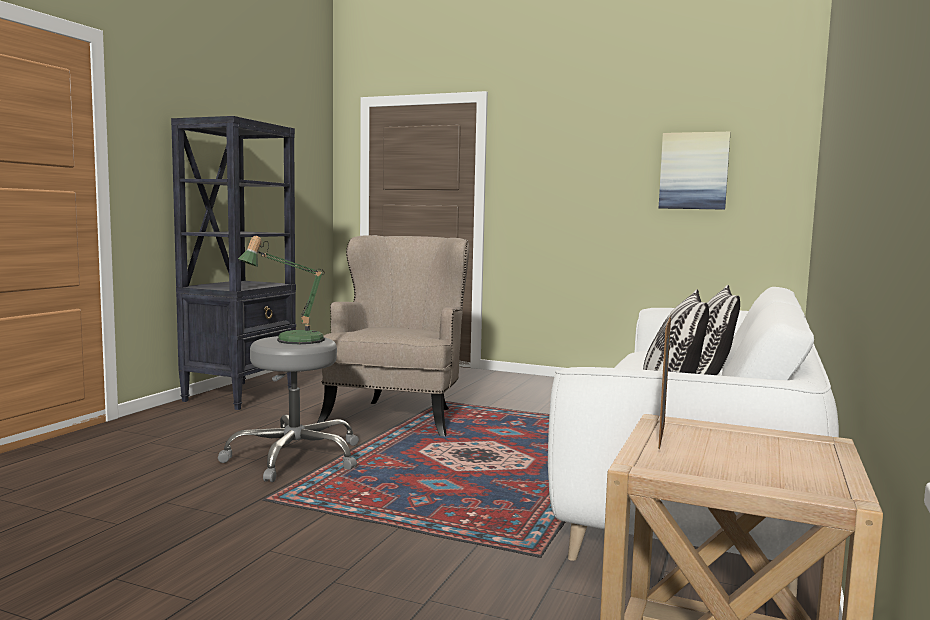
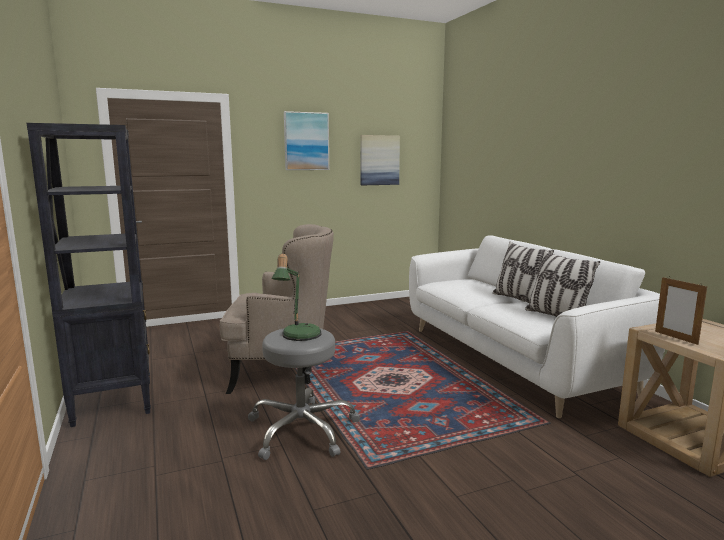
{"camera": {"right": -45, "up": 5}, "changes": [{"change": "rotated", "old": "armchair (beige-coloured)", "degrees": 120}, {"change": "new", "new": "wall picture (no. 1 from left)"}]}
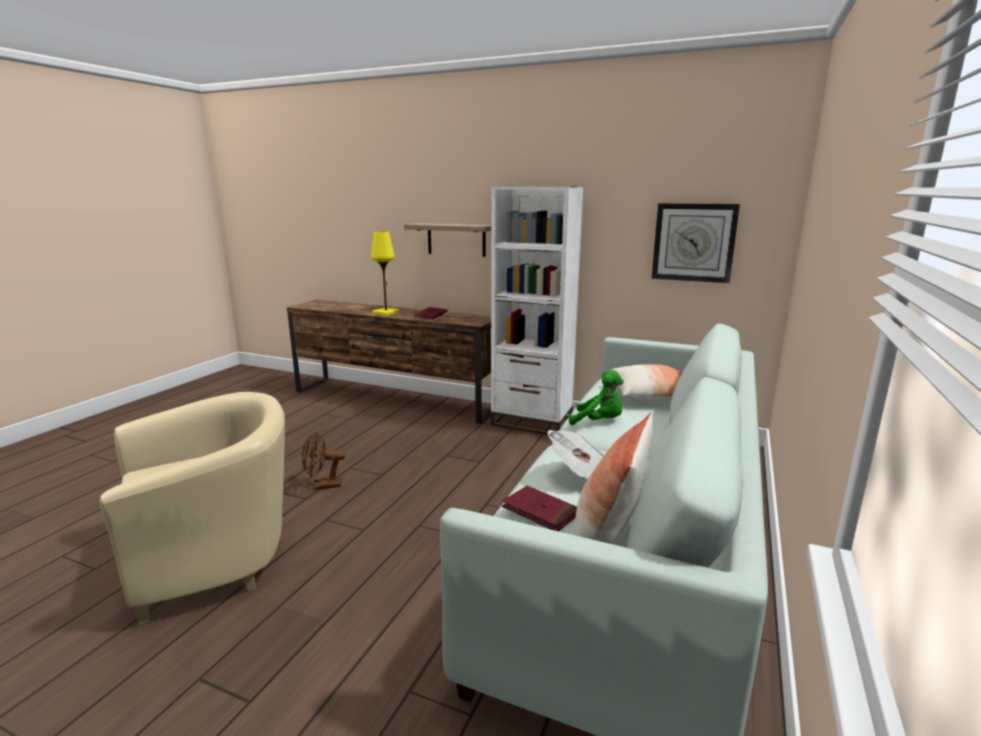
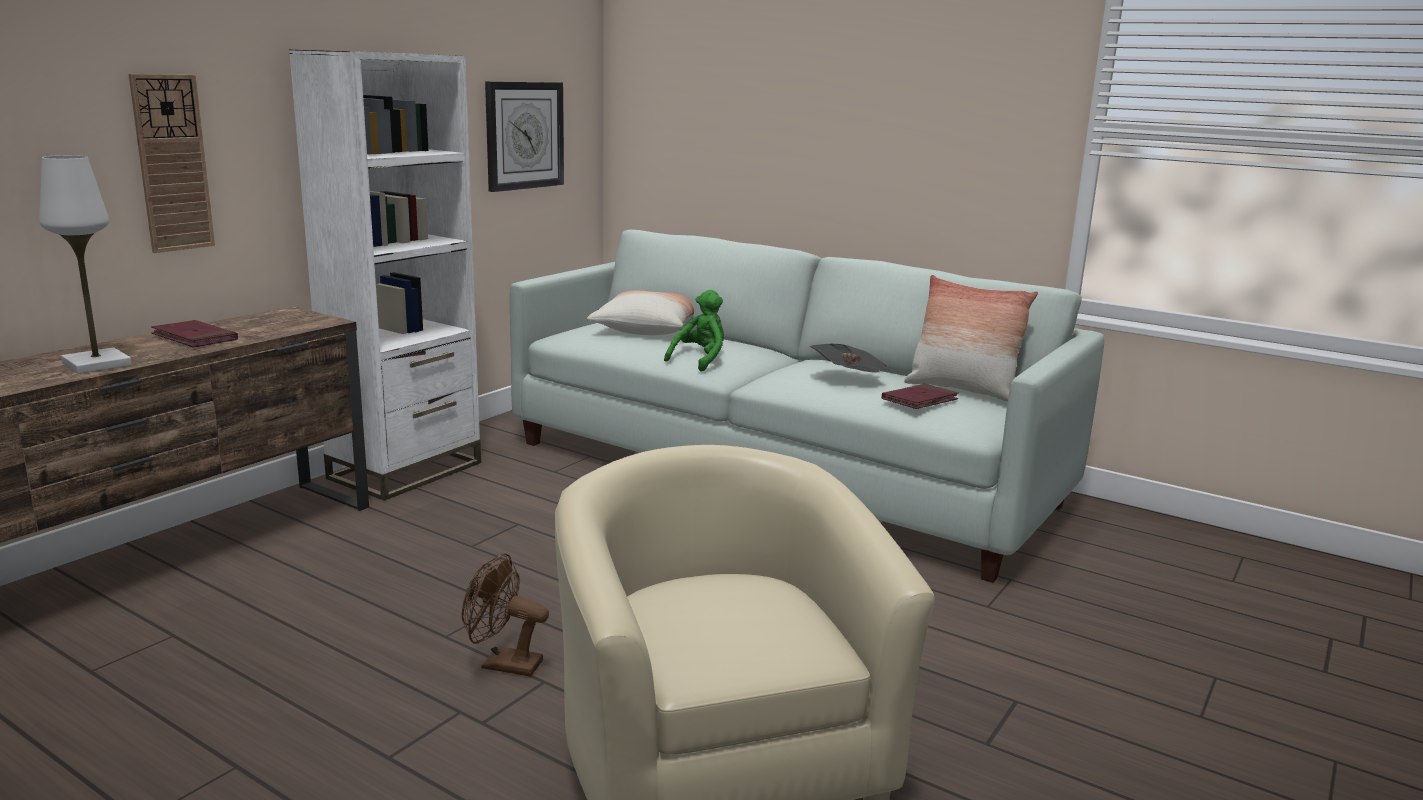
{"camera": {"right": -80, "up": 0}, "changes": [{"change": "rotated", "old": "electric fan (brown-coloured)", "degrees": 105}, {"change": "repainted", "old": "table lamp (yellow-coloured)", "new": "table lamp (whitish)"}, {"change": "swapped", "old": "shelf", "new": "hanging clock (no. 1 from left)"}]}
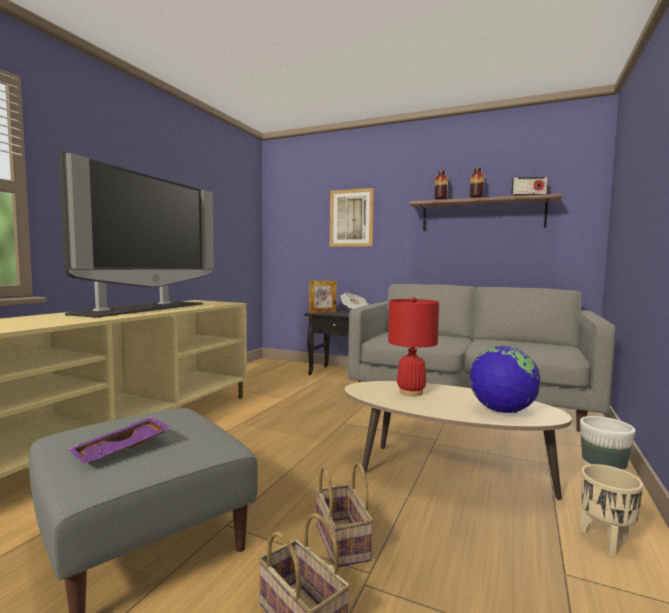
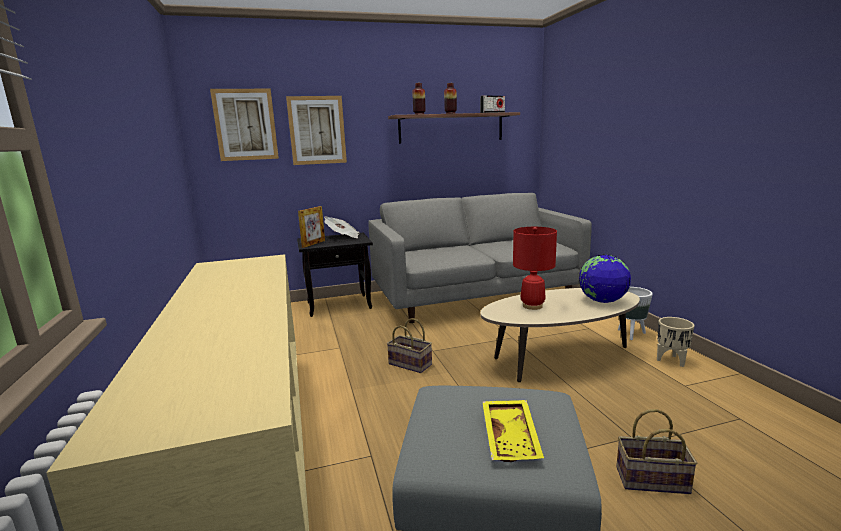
{"camera": {"right": -40, "up": 10}, "changes": [{"change": "gone", "old": "television"}, {"change": "repainted", "old": "tray (purplish)", "new": "tray (yellow-coloured)"}, {"change": "shifted", "old": "basket (no. 2 from left in the first image)", "new": "basket (no. 1 from left)"}, {"change": "new", "new": "wall picture (no. 1 from left)"}]}
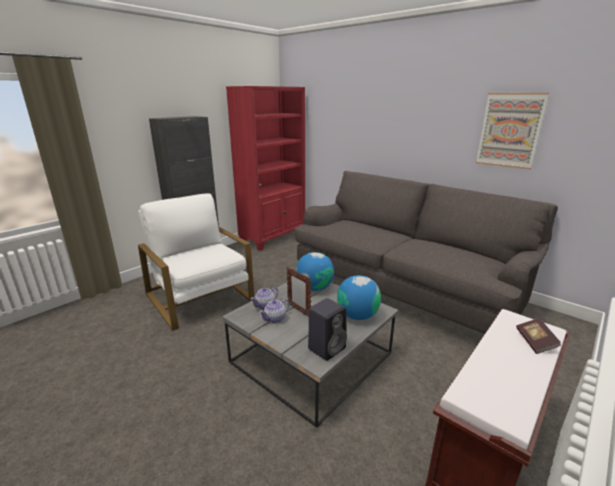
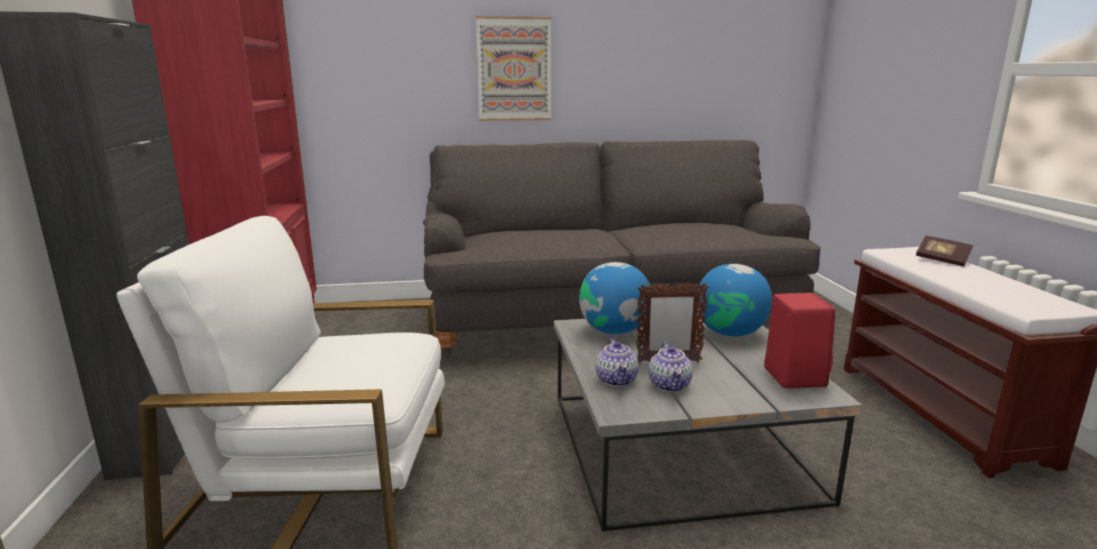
{"camera": {"right": -50, "up": -5}, "changes": [{"change": "repainted", "old": "speaker (black)", "new": "speaker (red)"}, {"change": "shifted", "old": "wall picture"}]}
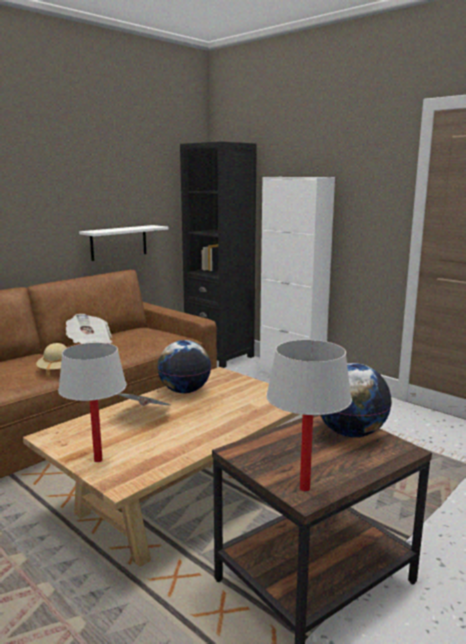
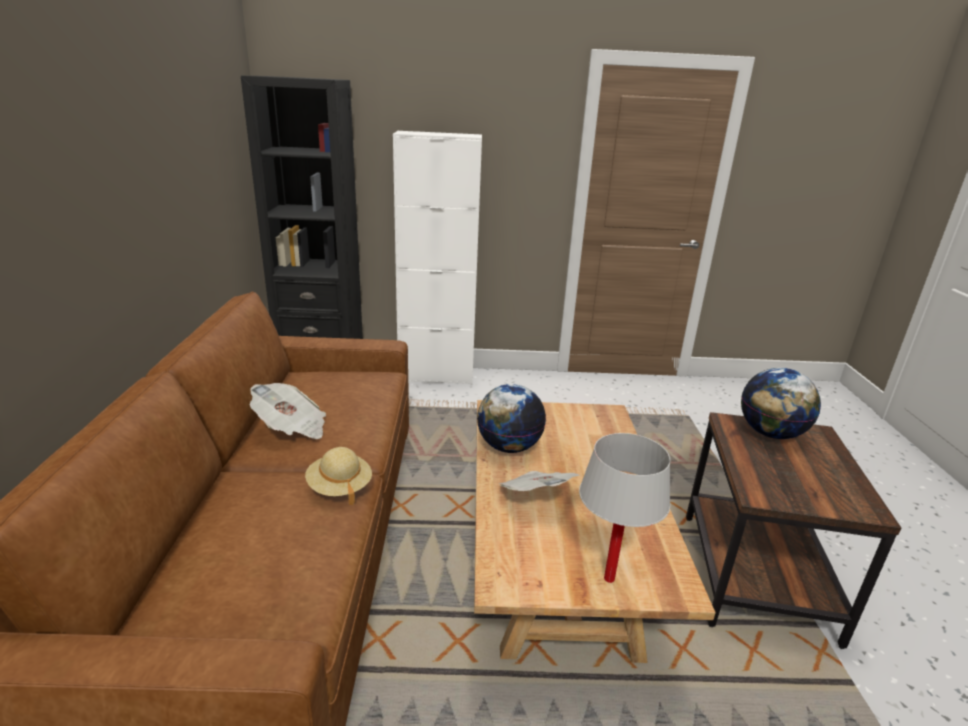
{"camera": {"right": -45, "up": 10}, "changes": [{"change": "gone", "old": "shelf (whitish)"}, {"change": "gone", "old": "table lamp (whitish) (no. 2 from left)"}]}
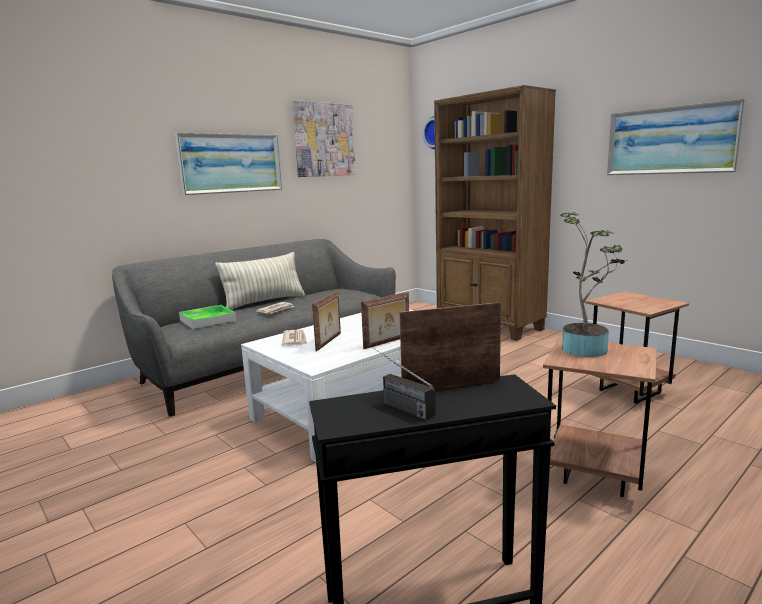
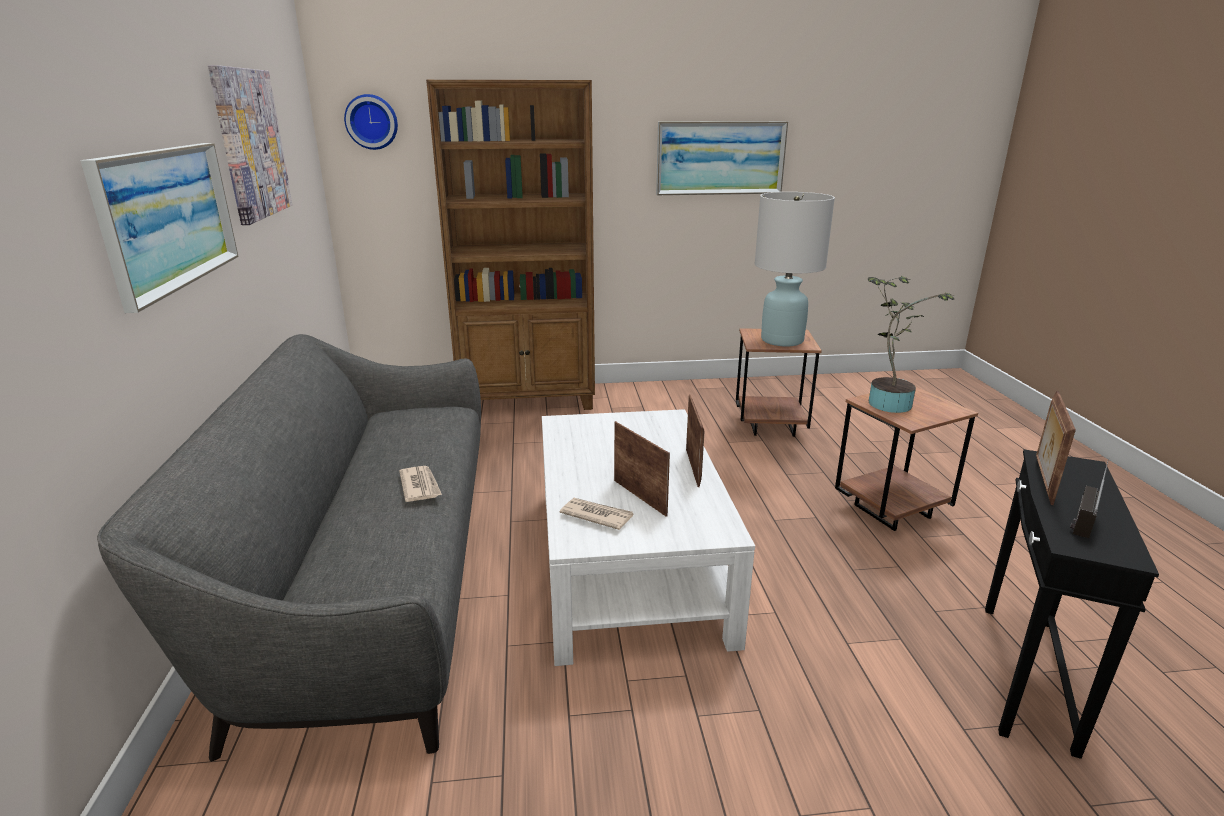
{"camera": {"right": -55, "up": 10}, "changes": [{"change": "gone", "old": "tray"}, {"change": "gone", "old": "pillow"}, {"change": "rotated", "old": "radio receiver", "degrees": 135}, {"change": "new", "new": "table lamp (whitish)"}]}
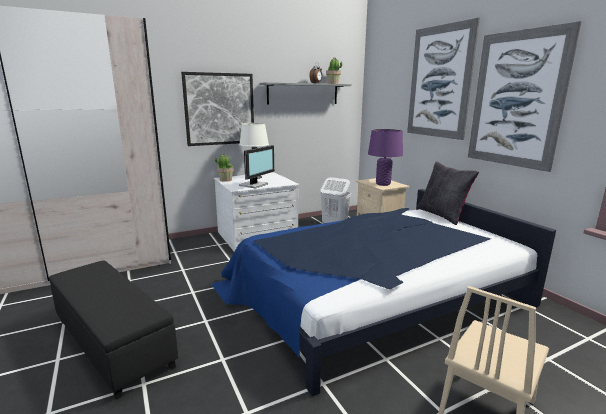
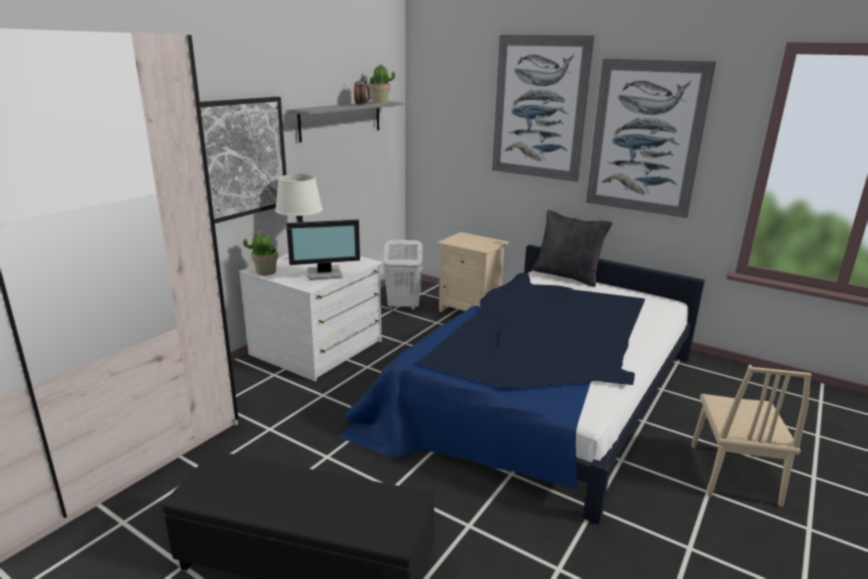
{"camera": {"right": -30, "up": 5}, "changes": [{"change": "rotated", "old": "computer screen", "degrees": 75}, {"change": "gone", "old": "table lamp (purplish)"}]}
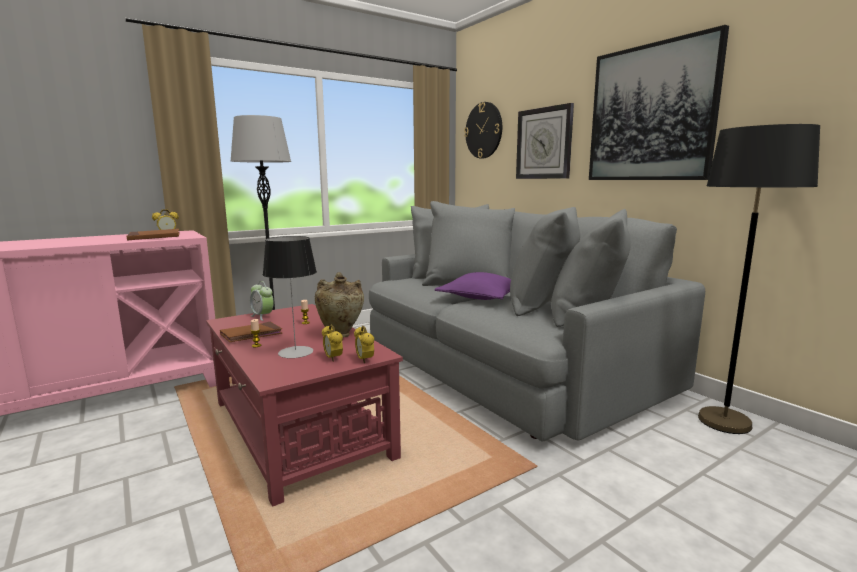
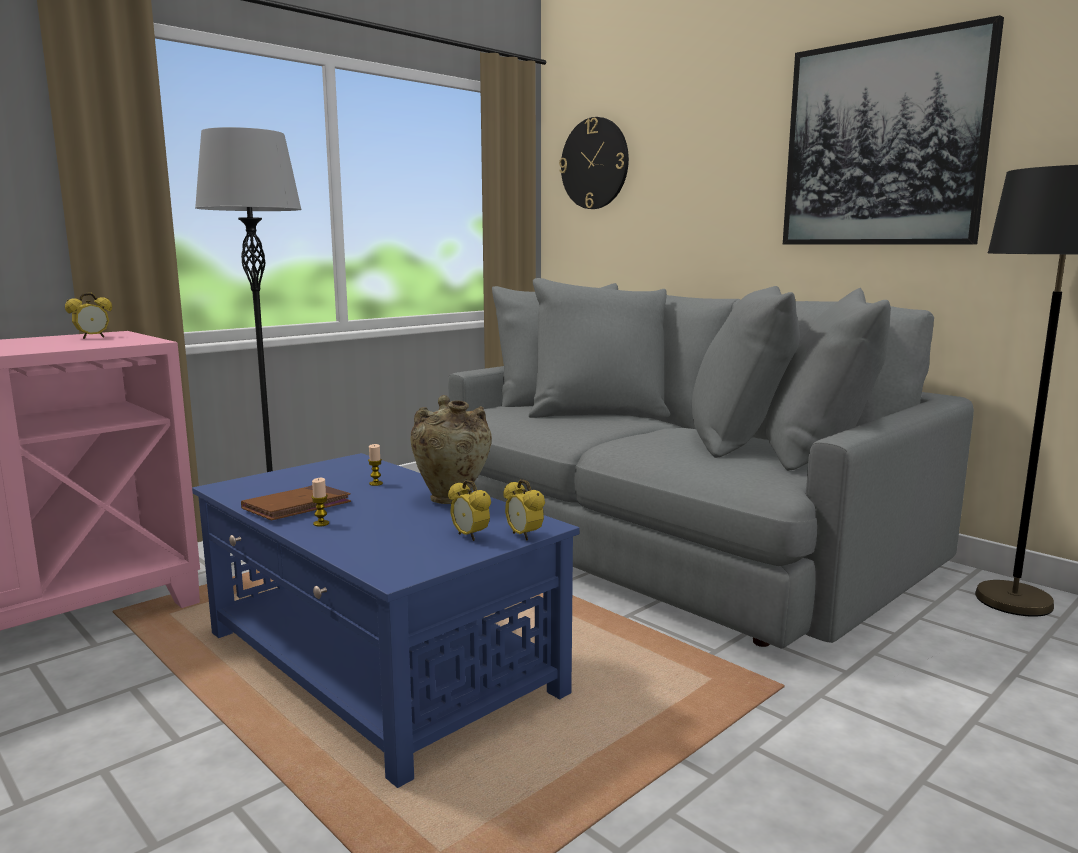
{"camera": {"right": -10, "up": 0}, "changes": [{"change": "gone", "old": "bound book (brown-coloured) (no. 1 from left)"}, {"change": "repainted", "old": "lounge table (red)", "new": "lounge table (blue)"}, {"change": "gone", "old": "table clock (no. 2 from left)"}, {"change": "gone", "old": "table lamp"}, {"change": "gone", "old": "pillow (purplish)"}, {"change": "gone", "old": "hanging clock (no. 2 from left)"}]}
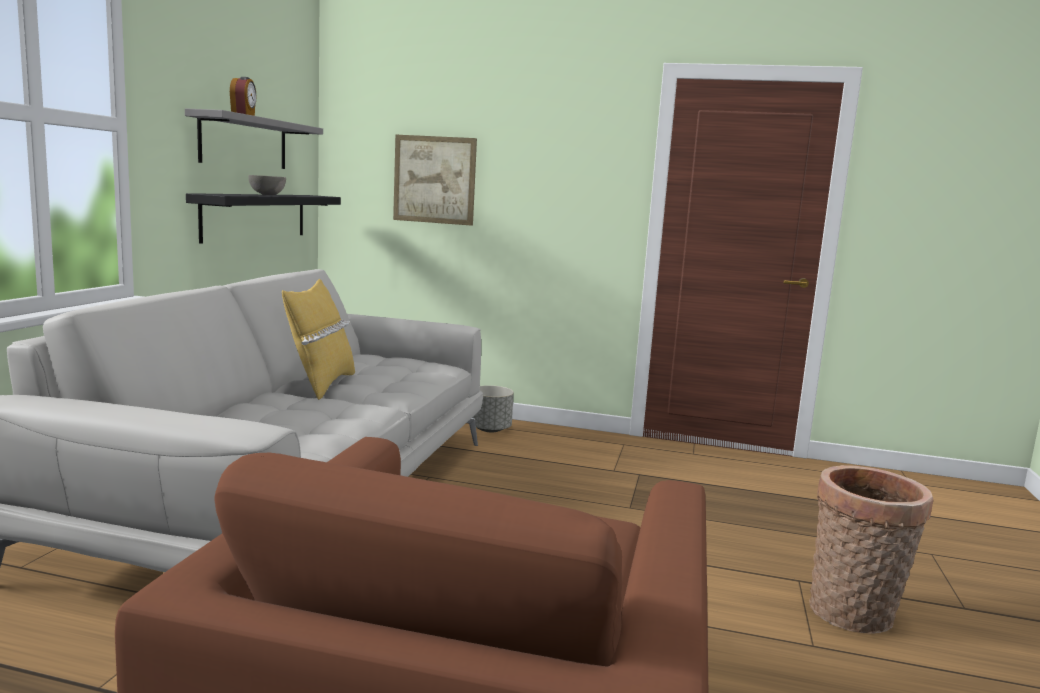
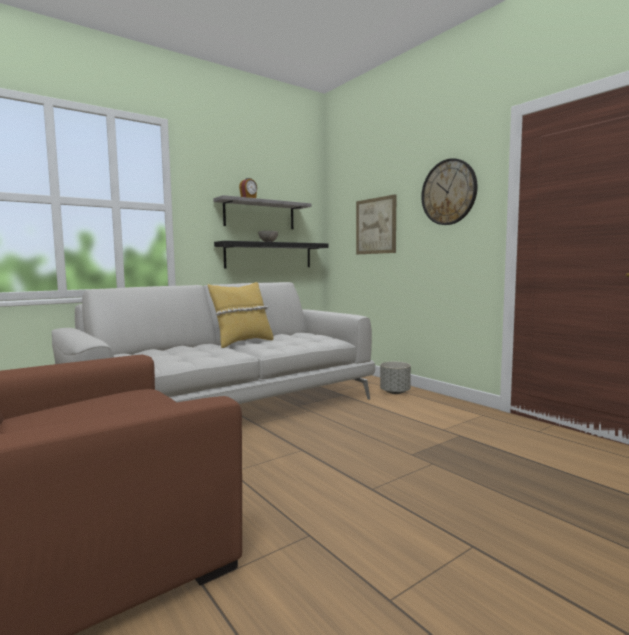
{"camera": {"right": 40, "up": -5}, "changes": [{"change": "gone", "old": "basket"}, {"change": "new", "new": "hanging clock"}]}
